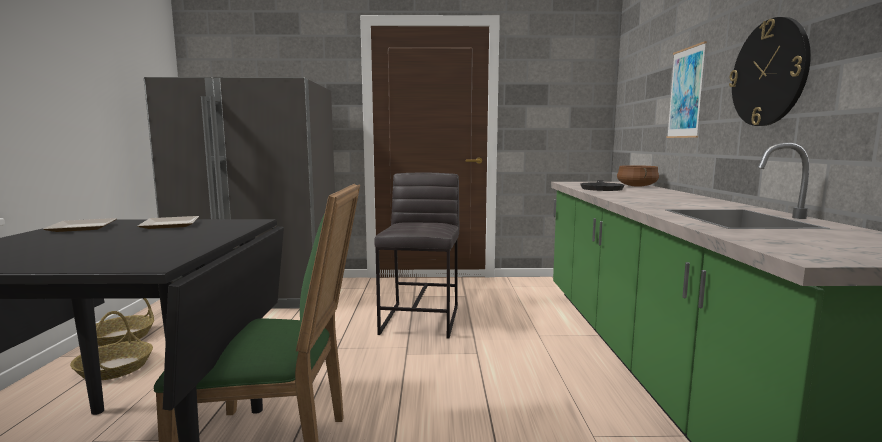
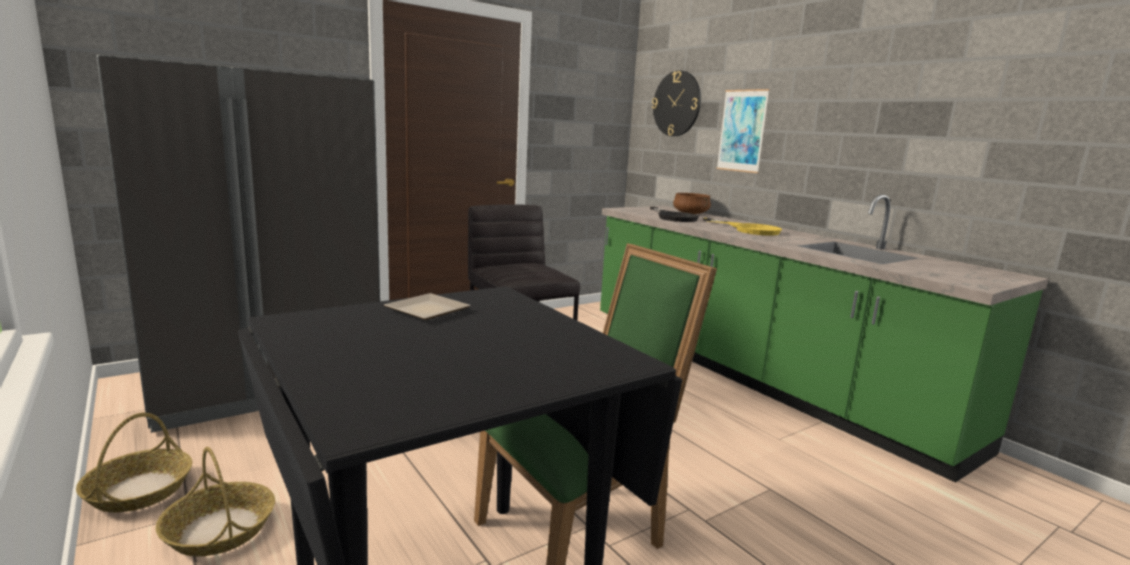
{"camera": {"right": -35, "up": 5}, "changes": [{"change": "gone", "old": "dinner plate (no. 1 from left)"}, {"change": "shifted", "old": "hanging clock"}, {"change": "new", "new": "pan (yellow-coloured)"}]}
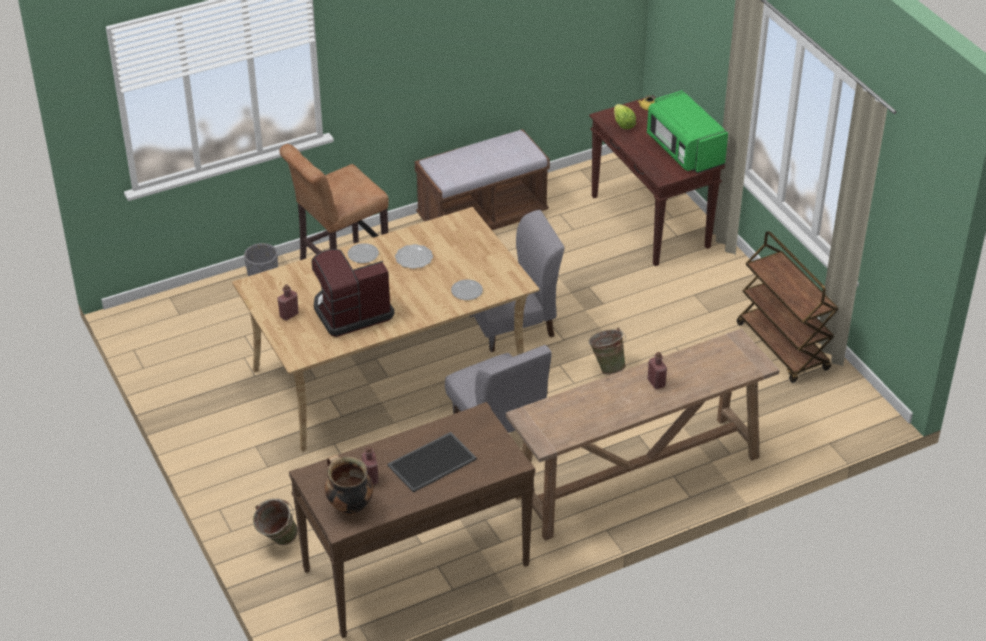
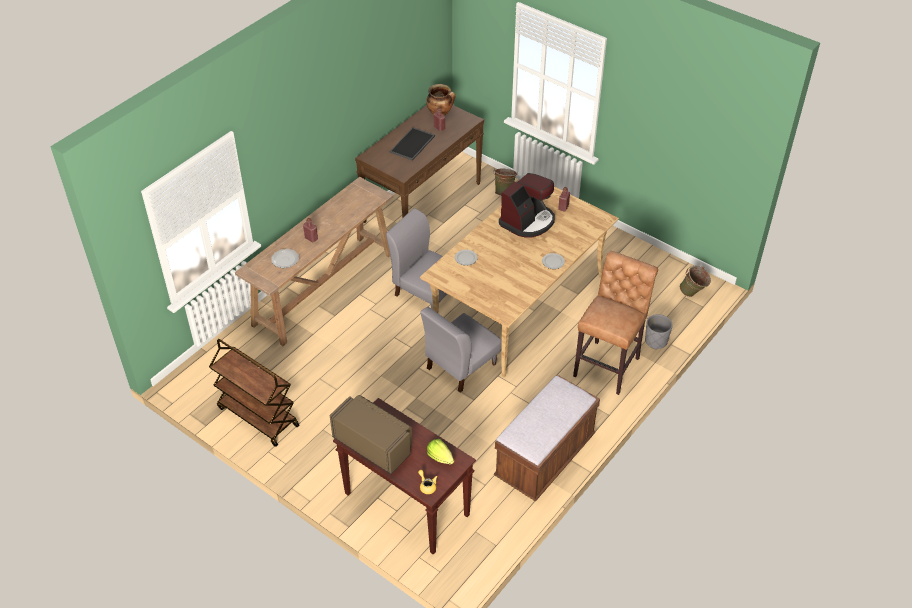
{"camera": {"right": 155, "up": 5}, "changes": [{"change": "shifted", "old": "dinner plate (no. 2 from left in the first image)", "new": "dinner plate (no. 1 from left)"}, {"change": "shifted", "old": "pail (greenish) (no. 2 from left)"}, {"change": "repainted", "old": "microwave (greenish)", "new": "microwave (brown-coloured)"}]}
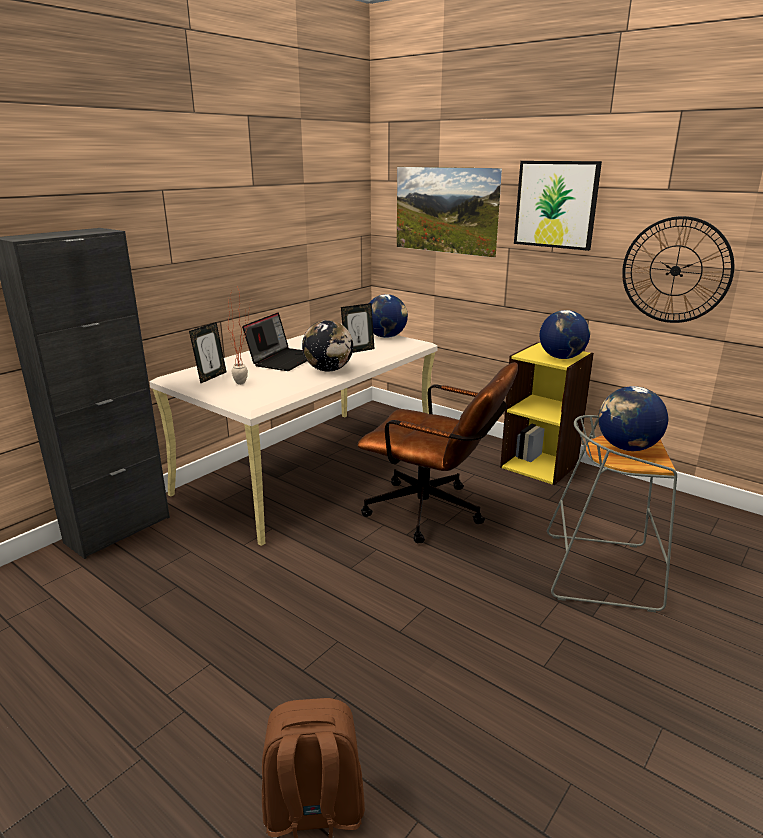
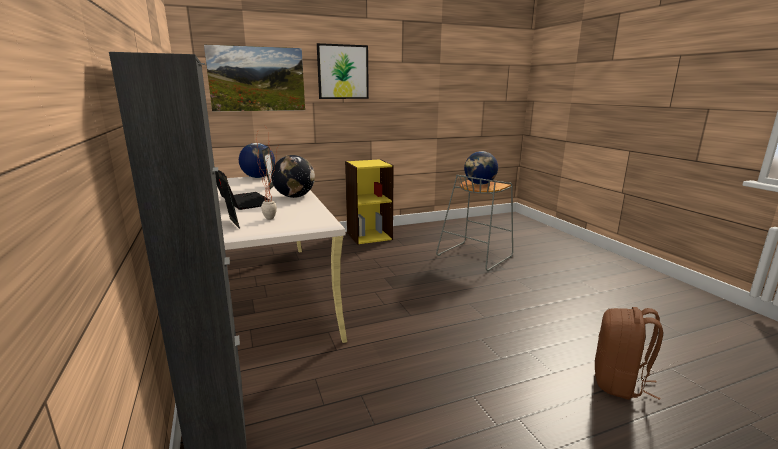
{"camera": {"right": -60, "up": -5}, "changes": [{"change": "gone", "old": "computer chair (brown-coloured)"}, {"change": "gone", "old": "globe (no. 3 from left)"}, {"change": "gone", "old": "hanging clock"}]}
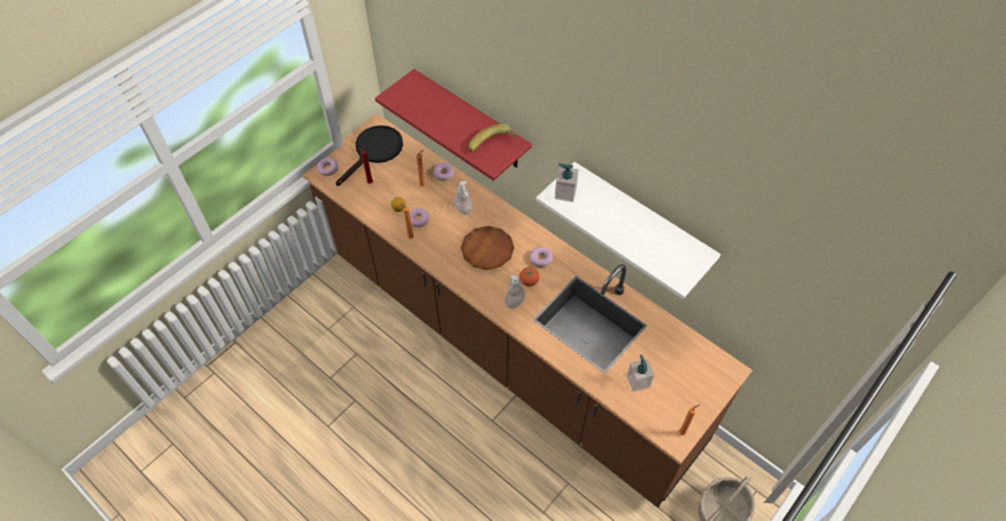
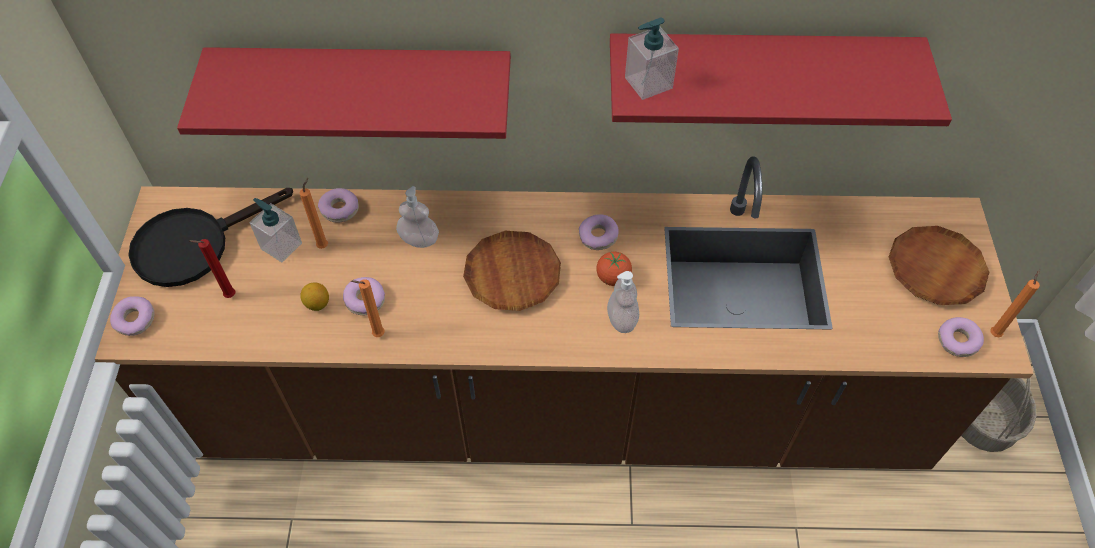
{"camera": {"right": -40, "up": 0}, "changes": [{"change": "rotated", "old": "pan (black)", "degrees": -120}, {"change": "gone", "old": "banana"}, {"change": "repainted", "old": "shelf (whitish)", "new": "shelf (red) (no. 2 from left)"}, {"change": "shifted", "old": "soap bottle (no. 4 from left in the first image)", "new": "soap bottle (no. 1 from left)"}, {"change": "new", "new": "dinner plate (brown-coloured) (no. 2 from left)"}, {"change": "new", "new": "donut (no. 5 from left)"}]}
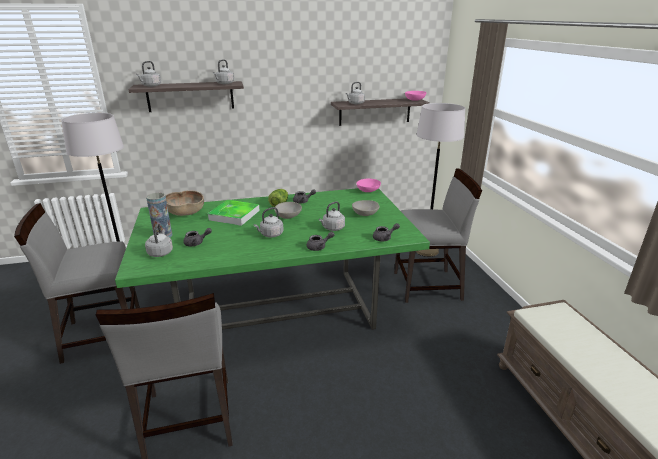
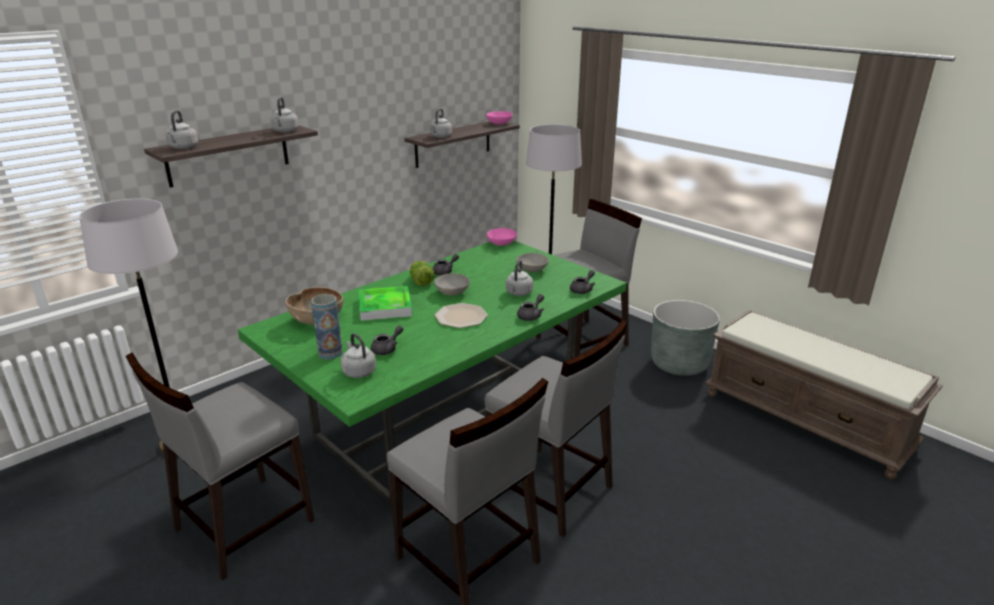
{"camera": {"right": -30, "up": 0}, "changes": [{"change": "swapped", "old": "water kettle (gray) (no. 4 from left)", "new": "dinner plate"}, {"change": "new", "new": "plain chair (gray) (no. 3 from left)"}, {"change": "new", "new": "plant pot (gray)"}]}
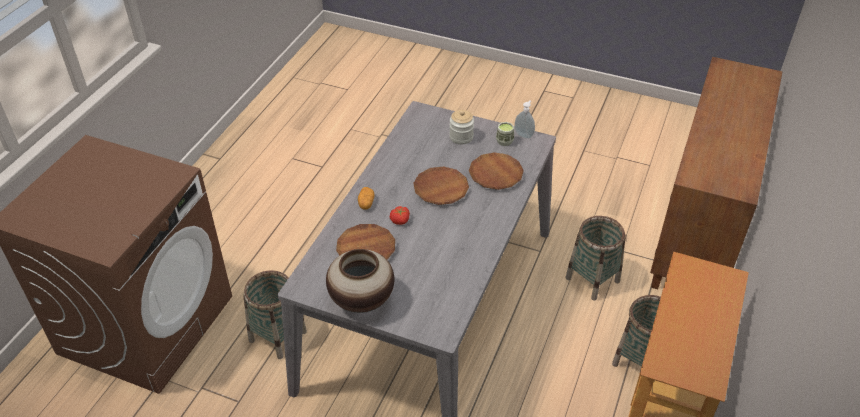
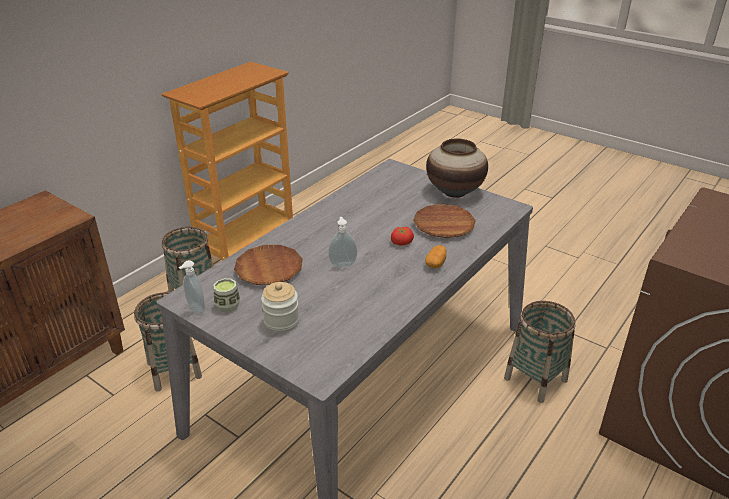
{"camera": {"right": -165, "up": -10}, "changes": [{"change": "swapped", "old": "dinner plate (brown-coloured) (no. 2 from left)", "new": "soap bottle (no. 2 from left)"}]}
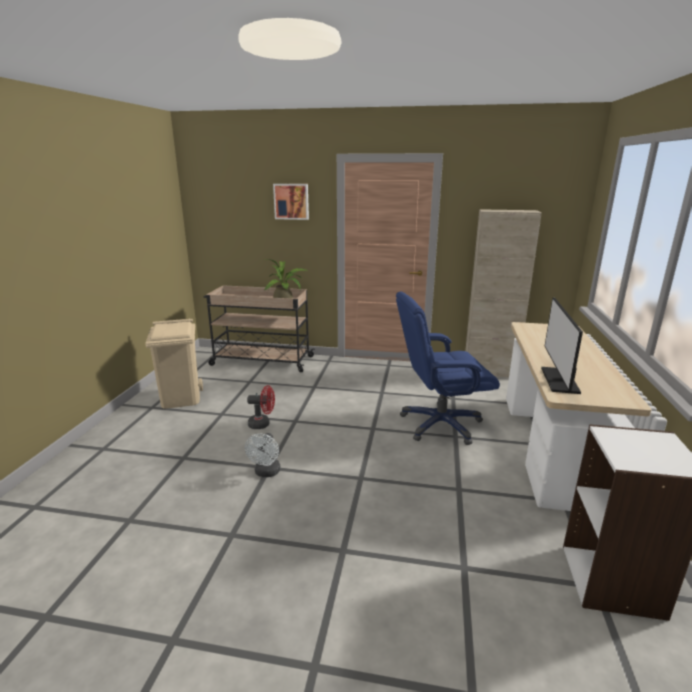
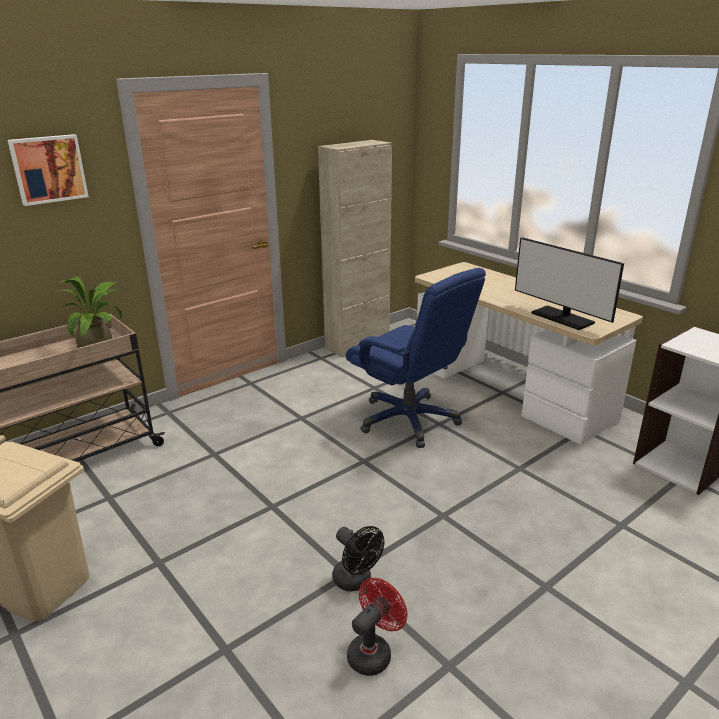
{"camera": {"right": -50, "up": 5}, "changes": [{"change": "repainted", "old": "electric fan (whitish)", "new": "electric fan (black)"}, {"change": "shifted", "old": "electric fan (red)"}, {"change": "rotated", "old": "computer chair (blue)", "degrees": -75}]}
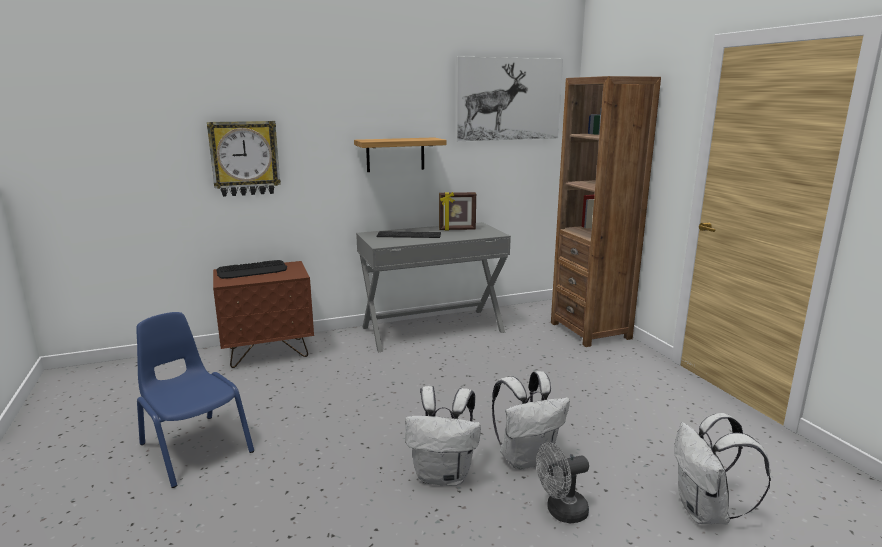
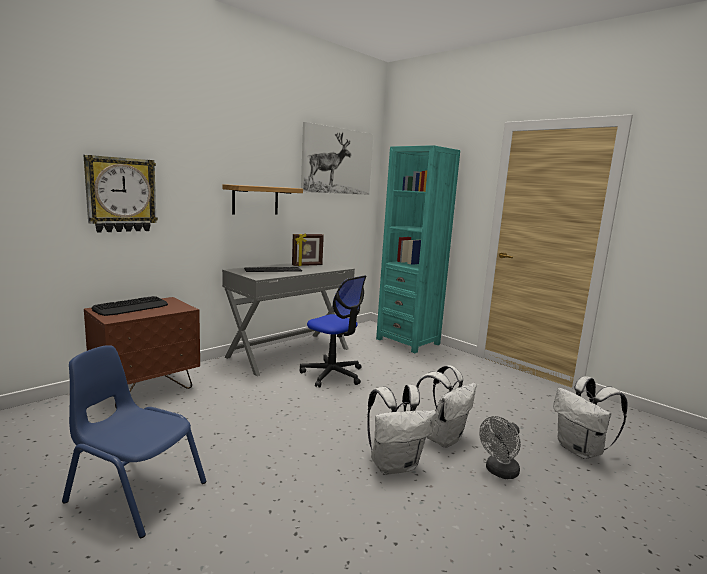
{"camera": {"right": -25, "up": -5}, "changes": [{"change": "repainted", "old": "shelving unit (brown-coloured)", "new": "shelving unit (turquoise)"}, {"change": "new", "new": "computer chair"}]}
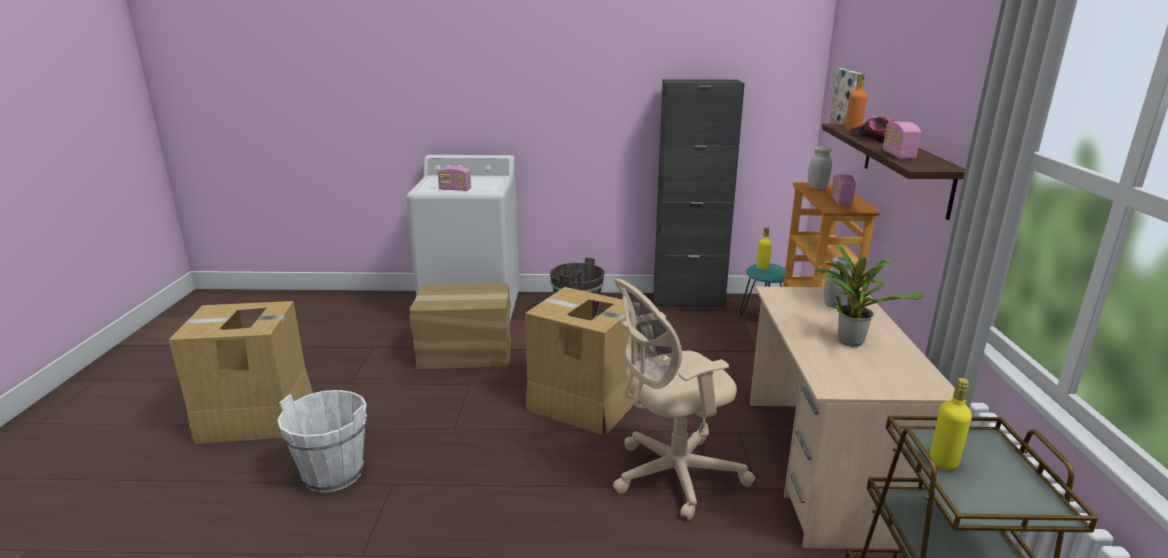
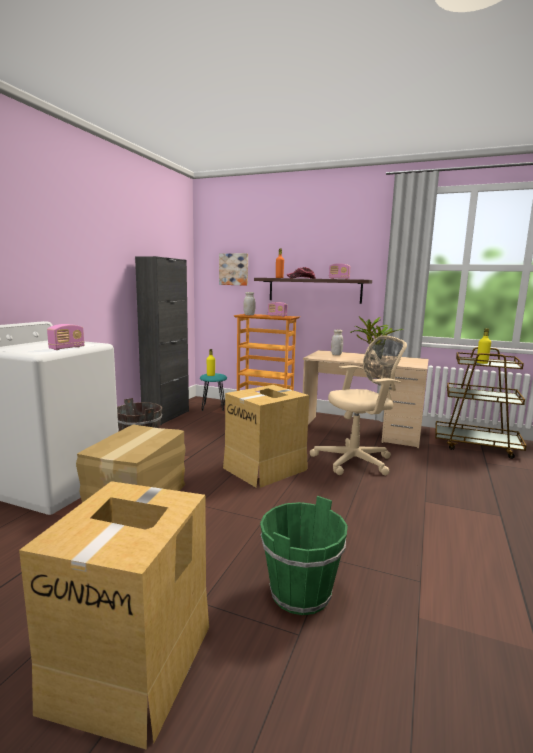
{"camera": {"right": -70, "up": -10}, "changes": [{"change": "repainted", "old": "pail (whitish)", "new": "pail (greenish)"}, {"change": "rotated", "old": "computer chair (beige-coloured)", "degrees": -105}]}
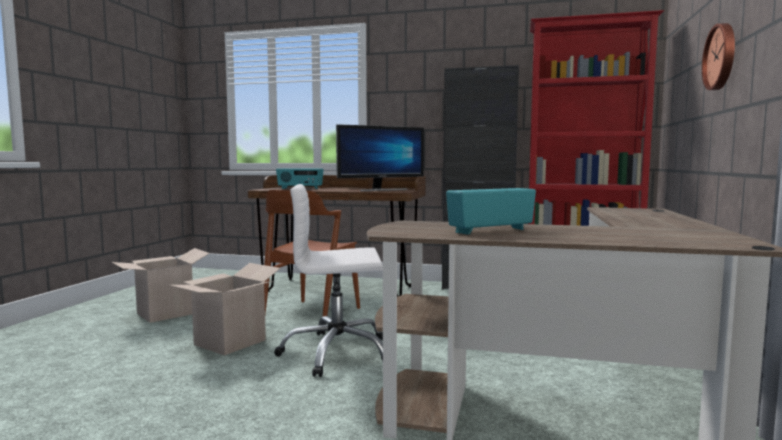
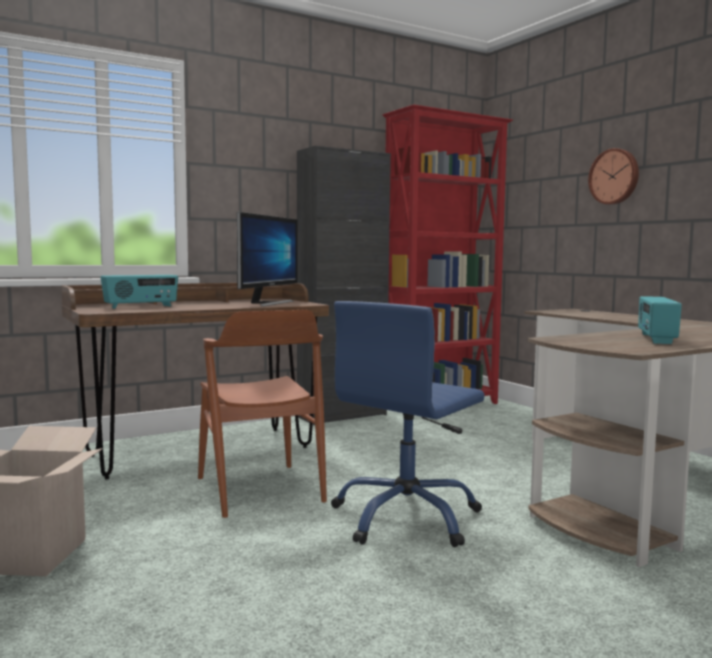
{"camera": {"right": -45, "up": 0}, "changes": [{"change": "gone", "old": "carton (no. 2 from left)"}, {"change": "repainted", "old": "computer chair (whitish)", "new": "computer chair (blue)"}]}
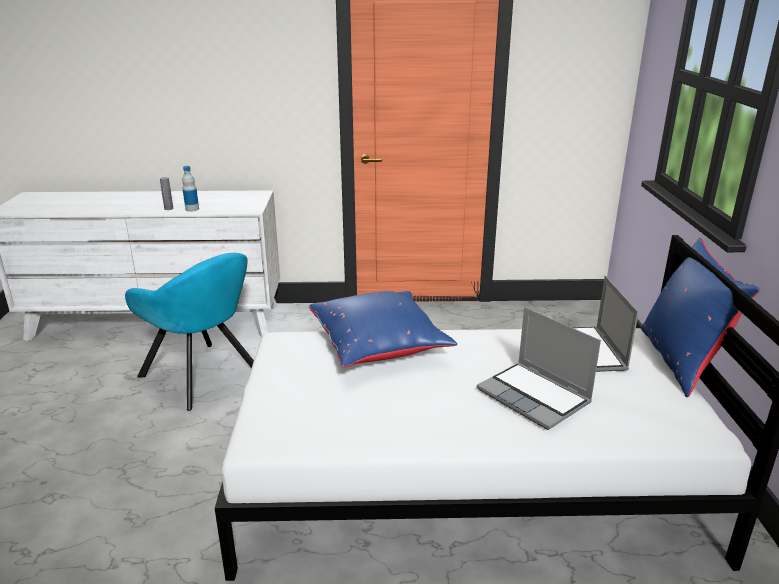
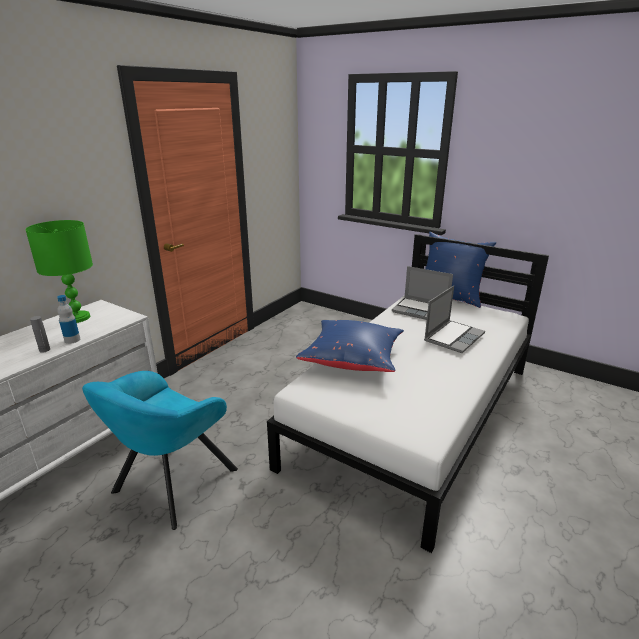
{"camera": {"right": -55, "up": 0}, "changes": [{"change": "rotated", "old": "armchair (turquoise)", "degrees": 135}, {"change": "rotated", "old": "portable computer (no. 1 from left in the first image)", "degrees": -45}, {"change": "new", "new": "table lamp (greenish)"}]}
